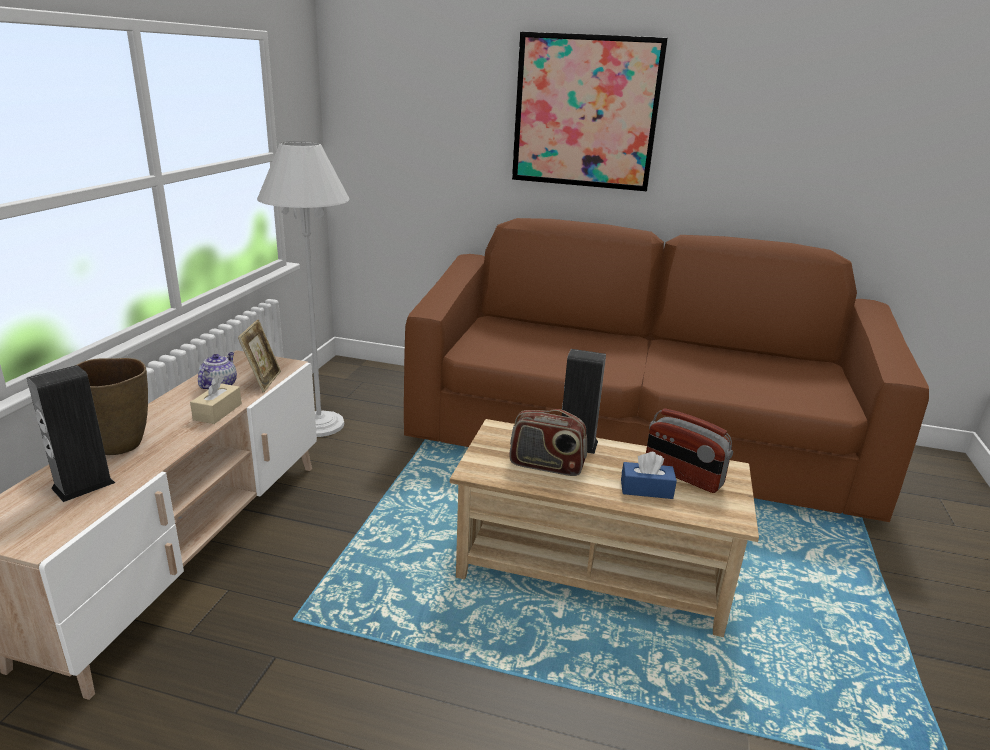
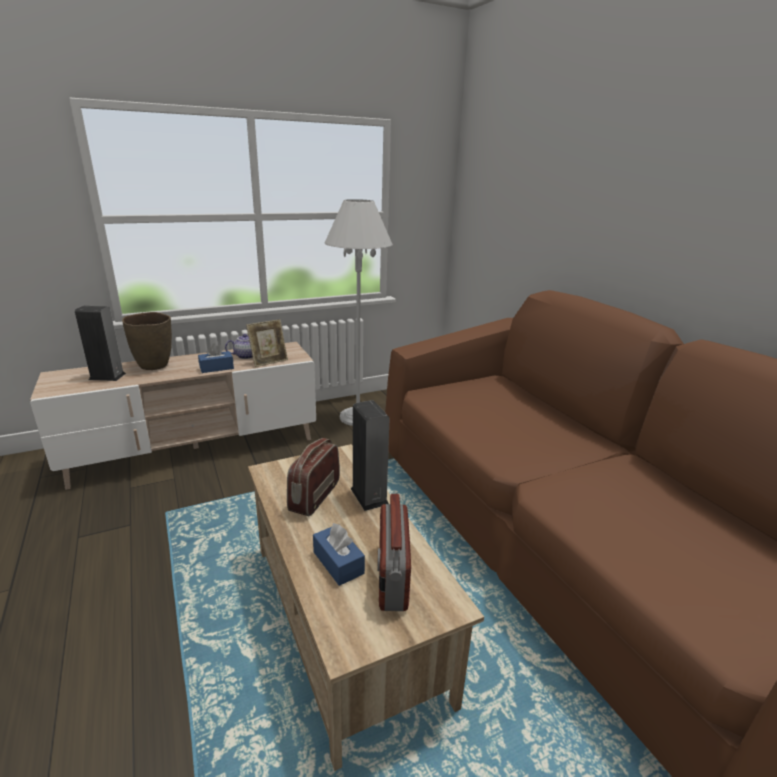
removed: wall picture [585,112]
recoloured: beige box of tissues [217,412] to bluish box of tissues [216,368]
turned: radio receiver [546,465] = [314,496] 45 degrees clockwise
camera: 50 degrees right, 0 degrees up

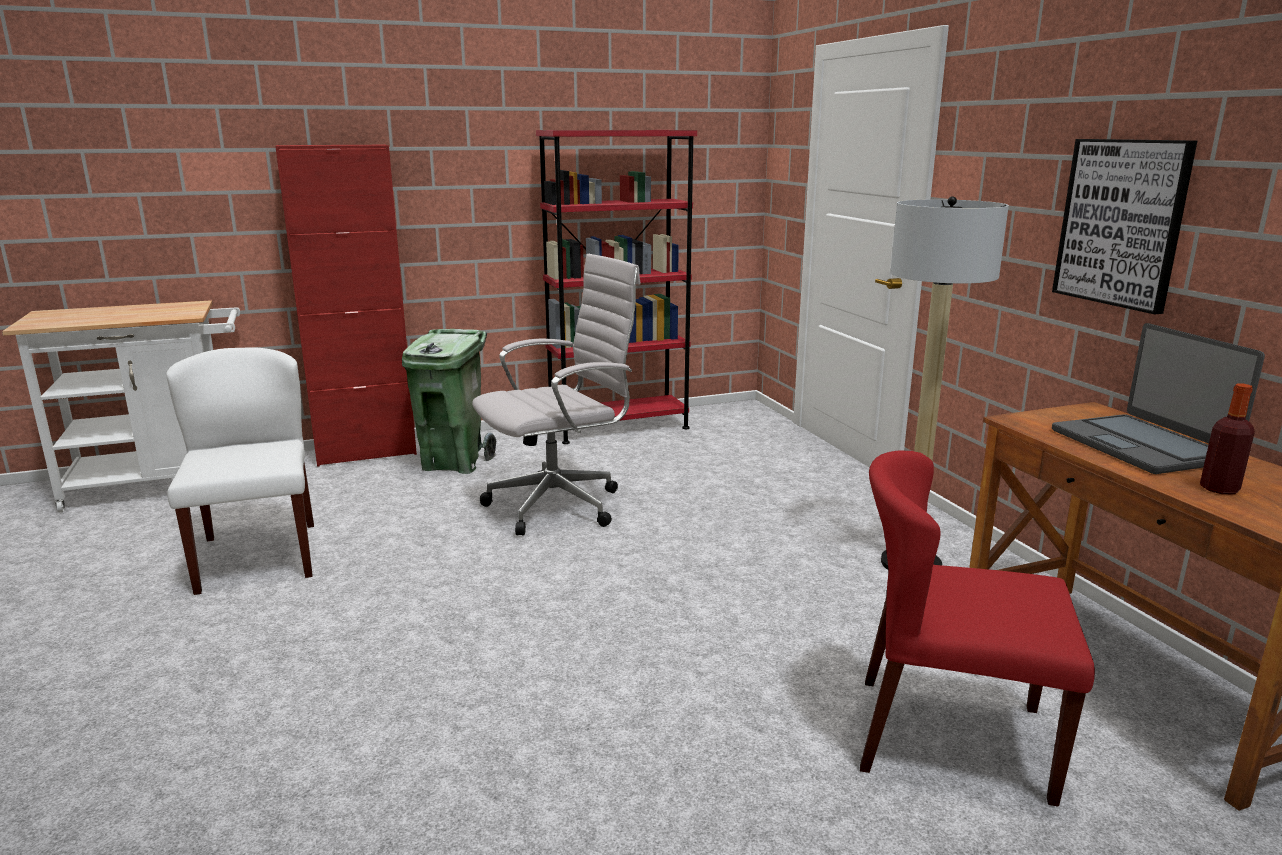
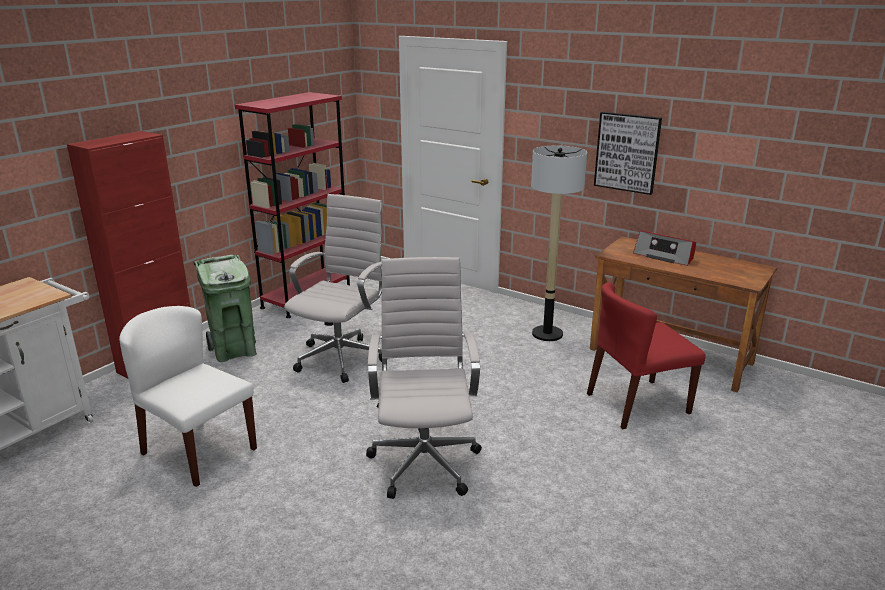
removed: beverage bottle [1219,489]
added: white-coloured computer chair [424,461]
replaced: laptop [1141,446] to radio receiver [664,256]
camera: 35 degrees left, 5 degrees up

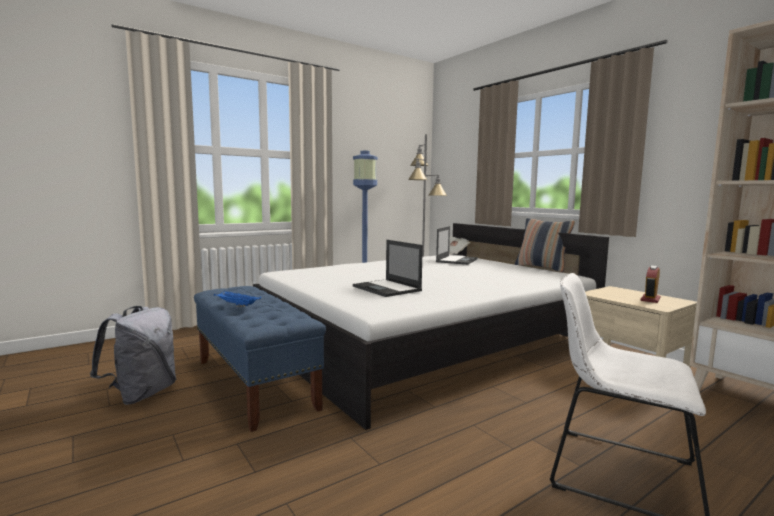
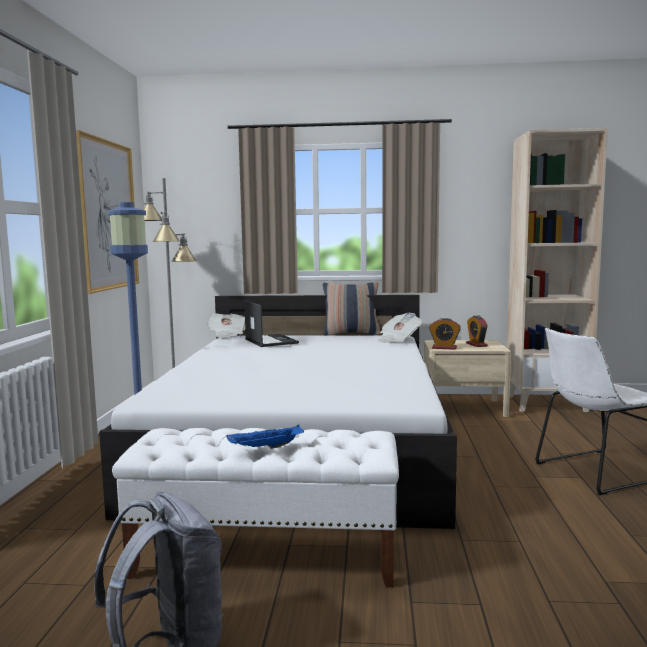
removed: laptop [387,288]
added: wall picture [108,215]; daily paper [398,340]; table clock [444,348]
recoloured: bluish indoor bench [254,383] to white-coloured indoor bench [266,556]
camera: 50 degrees left, 0 degrees up

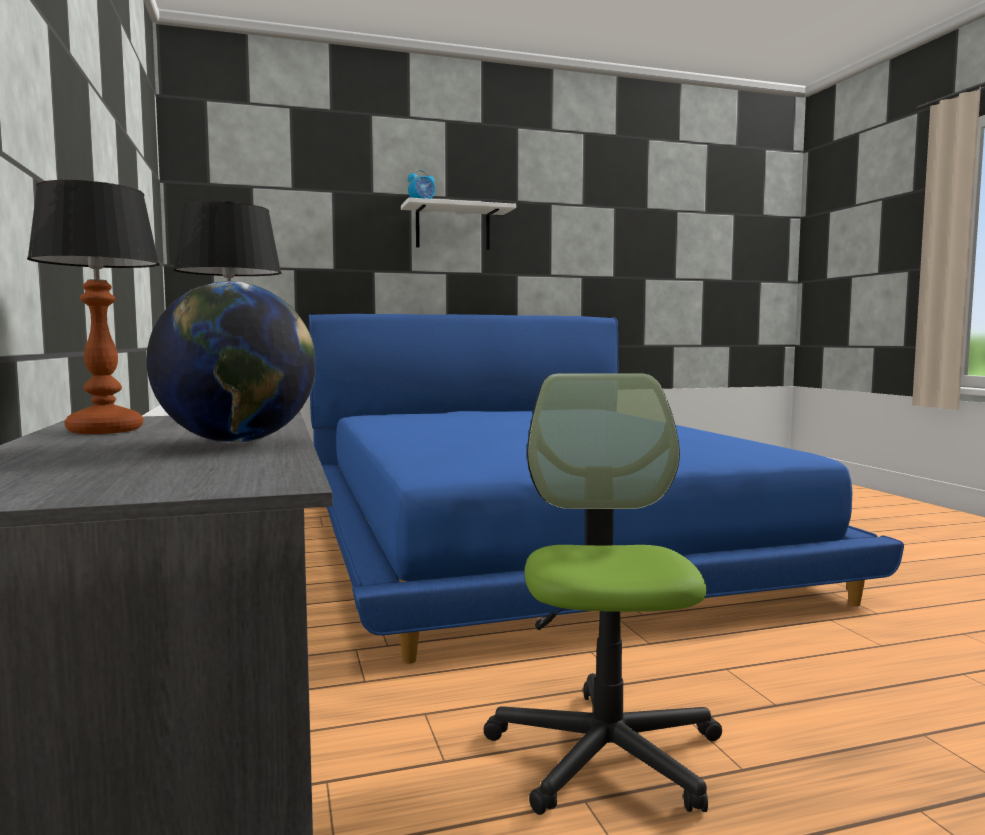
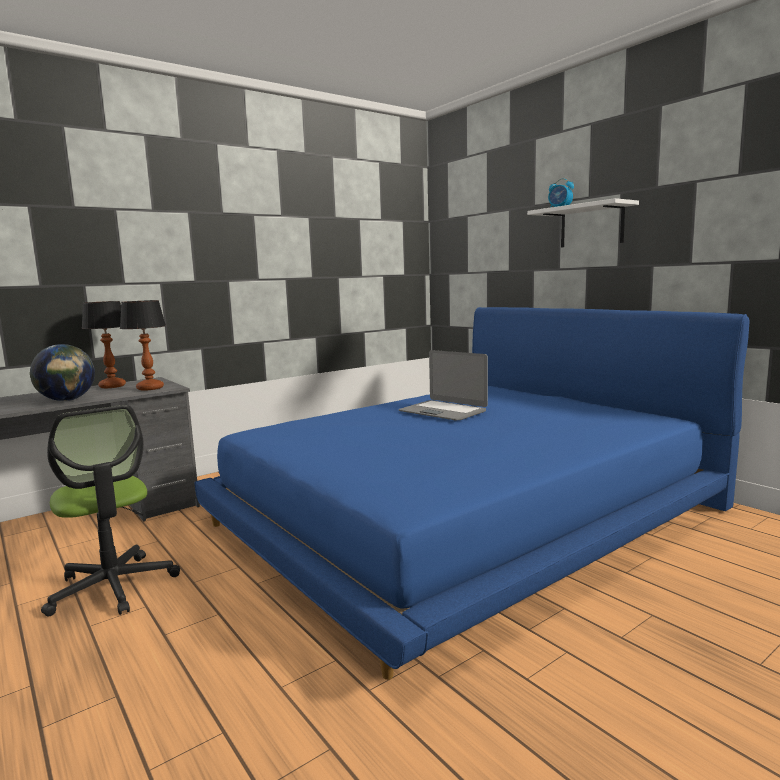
added: laptop [443,411]
turned: computer chair [605,753] = [113,587] 75 degrees clockwise
camera: 70 degrees right, 5 degrees up

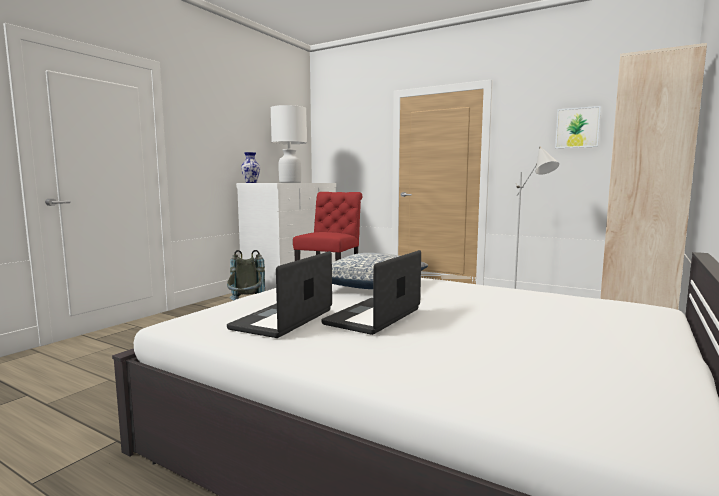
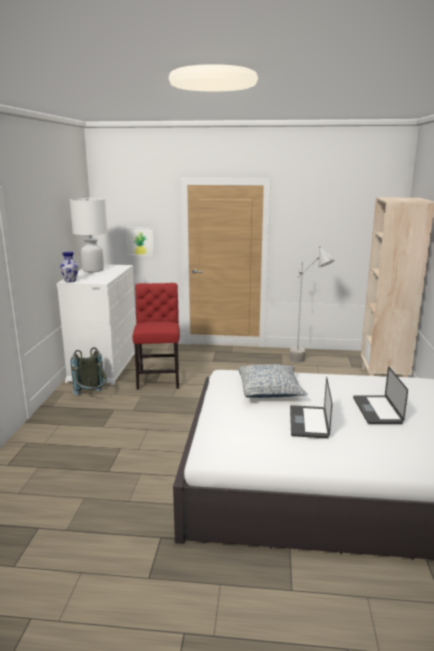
moved: laptop [283,320] to [377,410]; wall picture [577,127] to [140,241]
camera: 25 degrees left, 10 degrees up

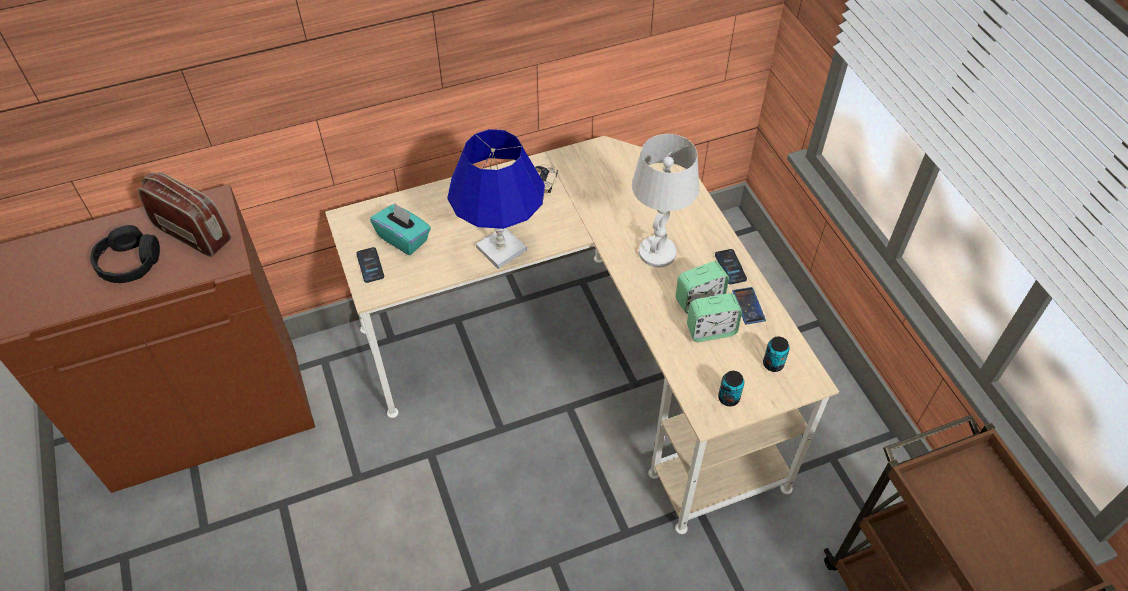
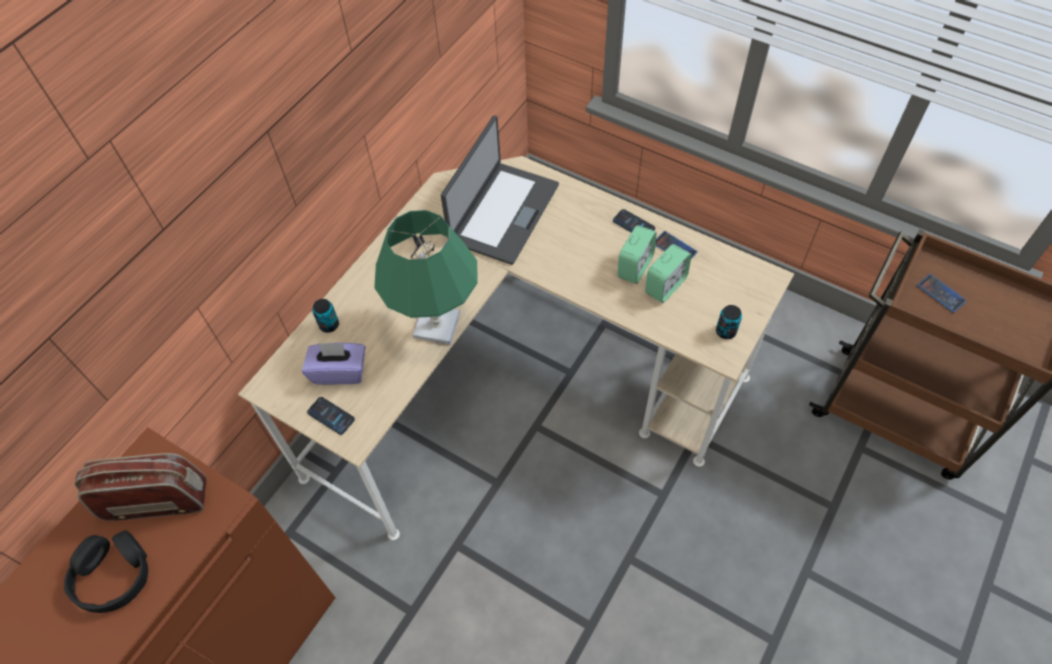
removed: white-coloured table lamp [657,252]
added: laptop [503,213]; handset [941,293]
moved: sealed can [773,364] to [329,325]
recoloured: turquoise-coloured box of tissues [403,238] to purplish box of tissues [339,371]; bluish table lamp [501,249] to green table lamp [437,326]
camera: 35 degrees left, 5 degrees up

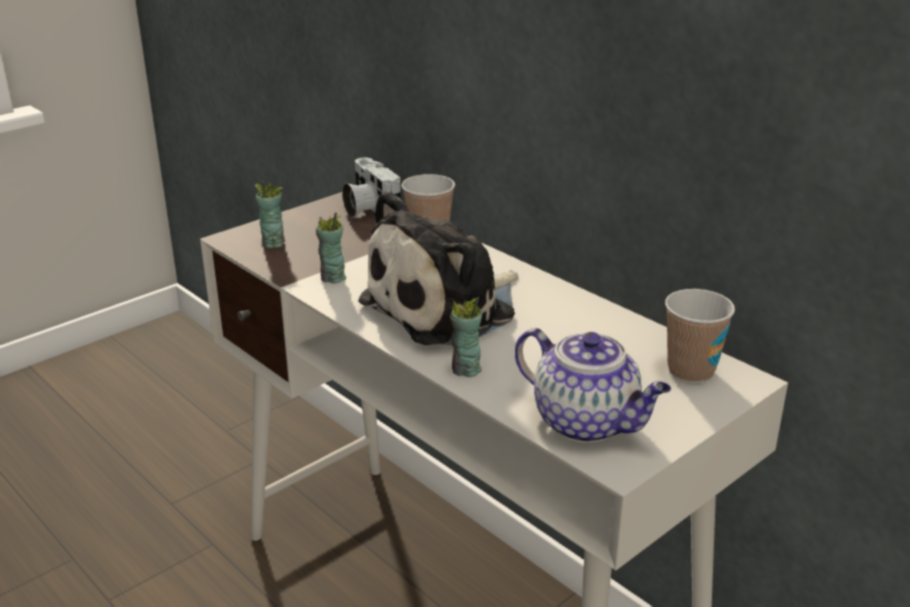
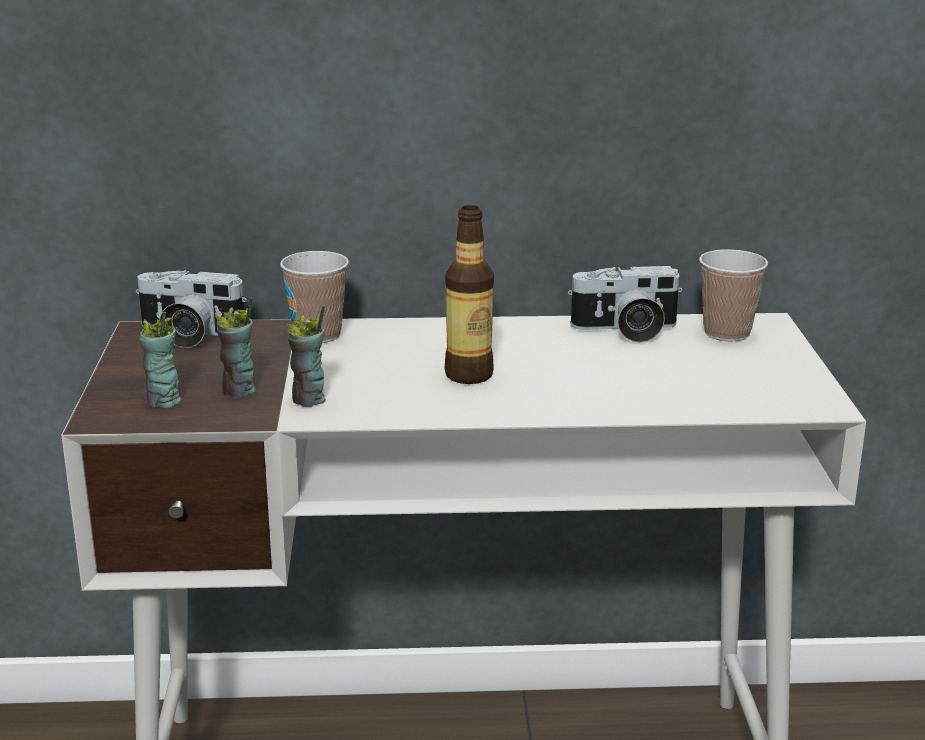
removed: teapot [587,423]
added: still camera [626,330]
moved: cup [465,370] to [239,391]
replaced: plush toy [446,308] to beverage bottle [469,375]
camera: 50 degrees left, 5 degrees down

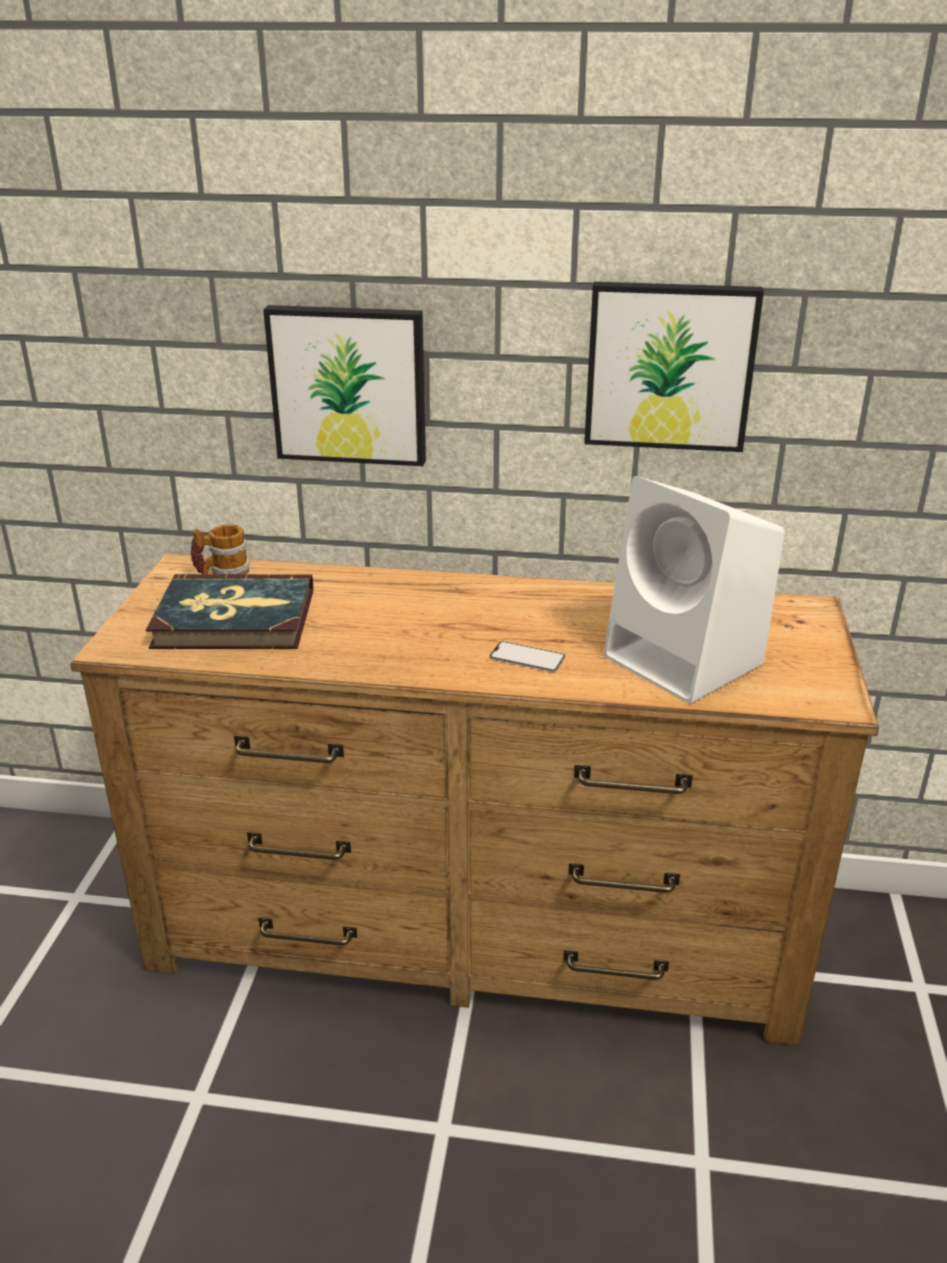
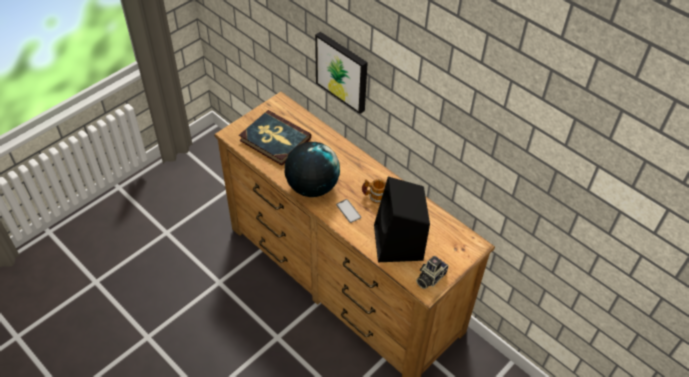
removed: wall picture [669,366]
added: globe [312,187]; still camera [429,277]
moved: mug [222,573] to [373,196]
recoloured: white-coloured speaker [687,661] to black-coloured speaker [399,244]
camera: 35 degrees right, 20 degrees up

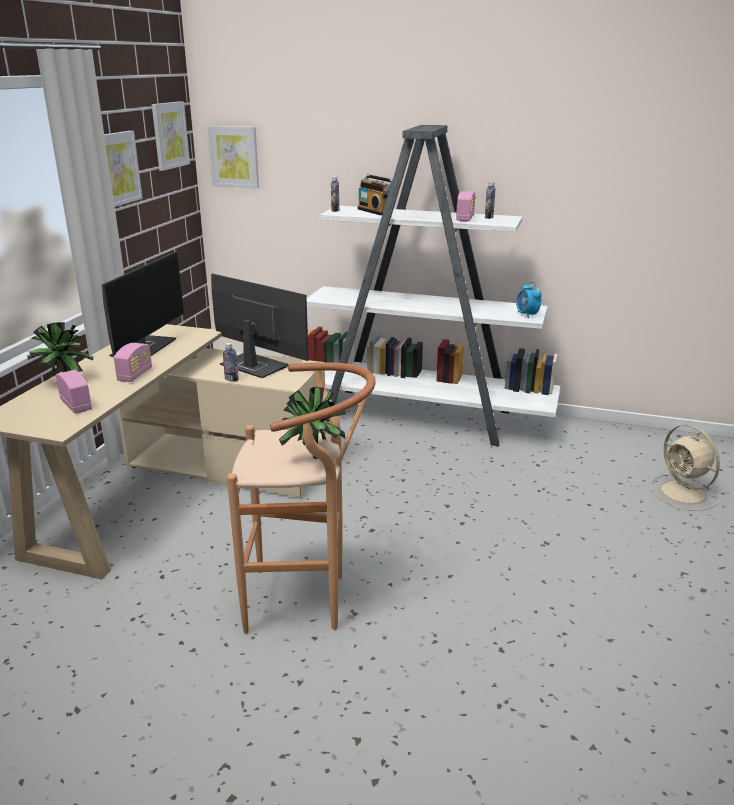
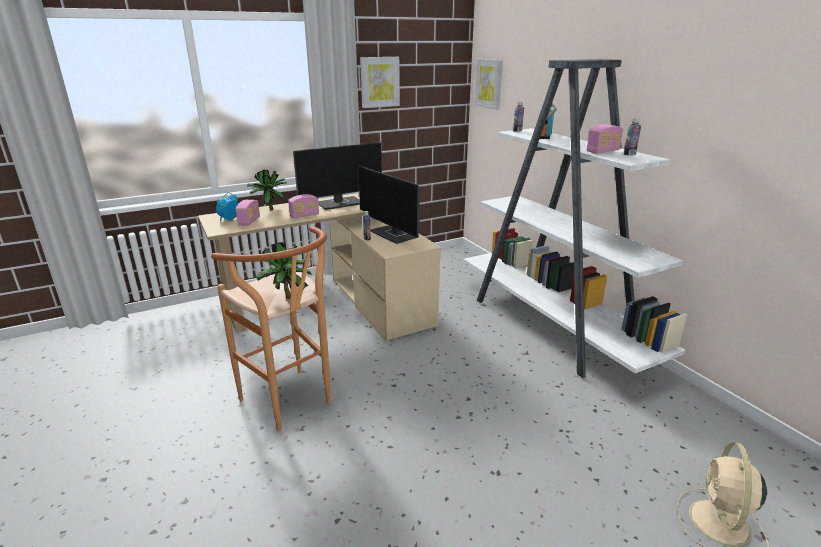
removed: wall picture [169,135]
moved: table clock [527,315] to [229,219]
turned: computer display [253,366] = [394,235] 150 degrees clockwise
camera: 45 degrees right, 0 degrees up

